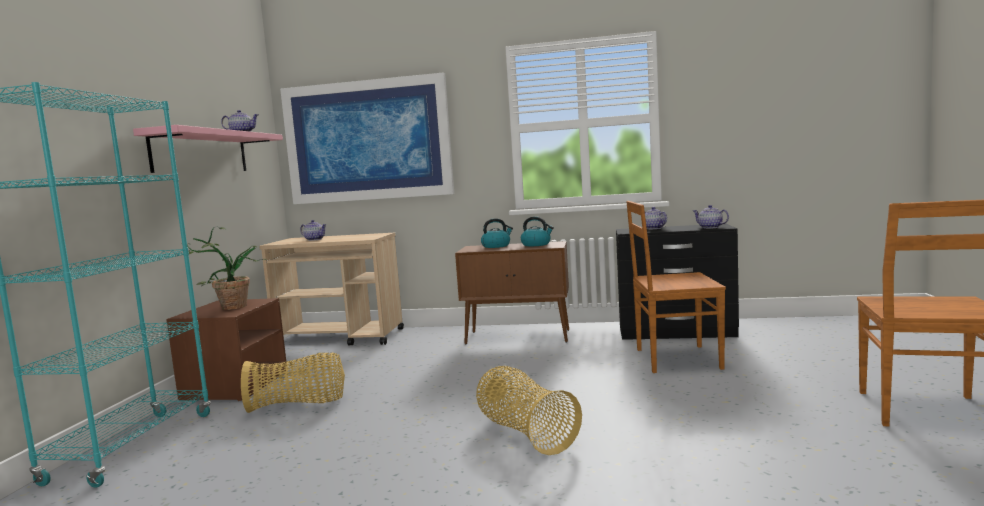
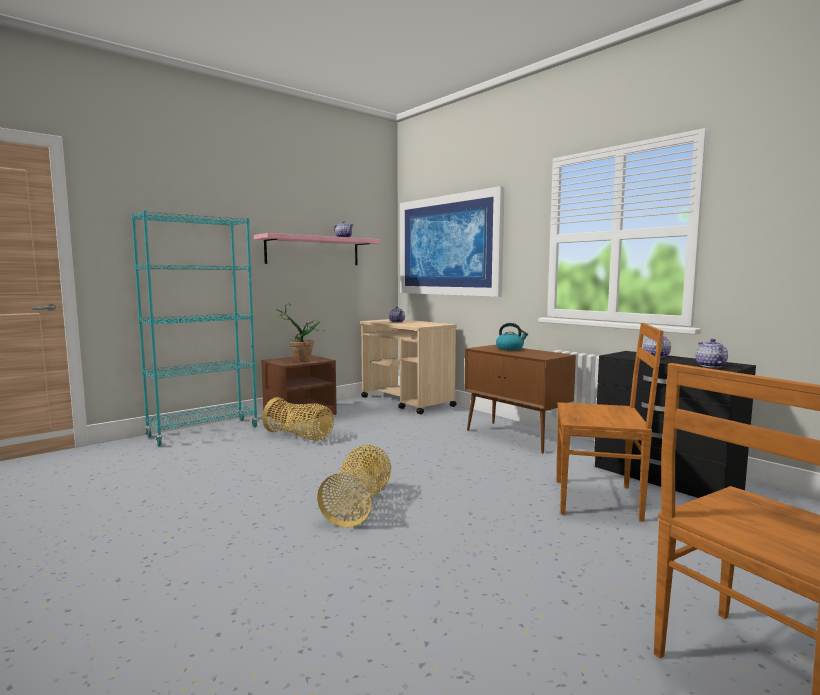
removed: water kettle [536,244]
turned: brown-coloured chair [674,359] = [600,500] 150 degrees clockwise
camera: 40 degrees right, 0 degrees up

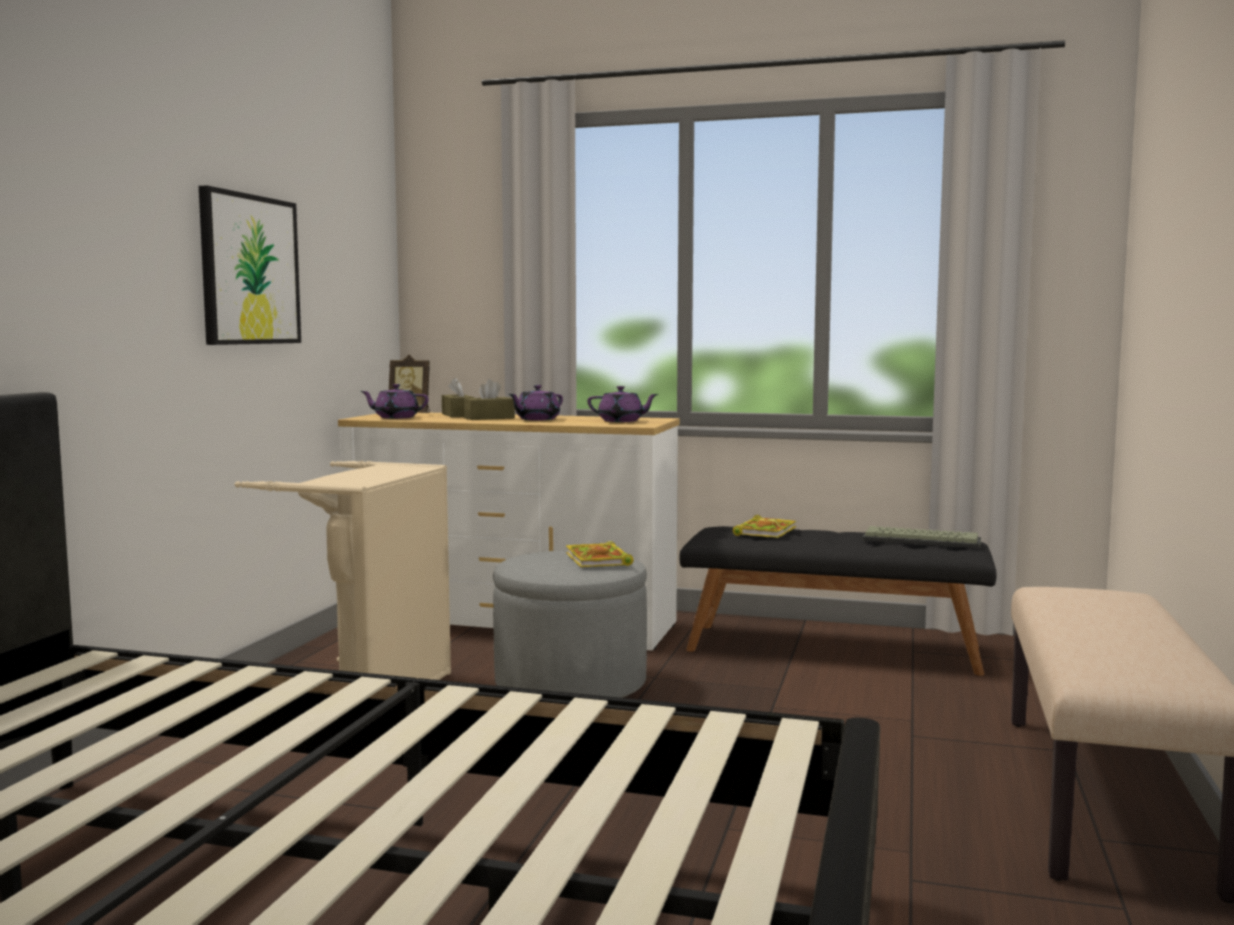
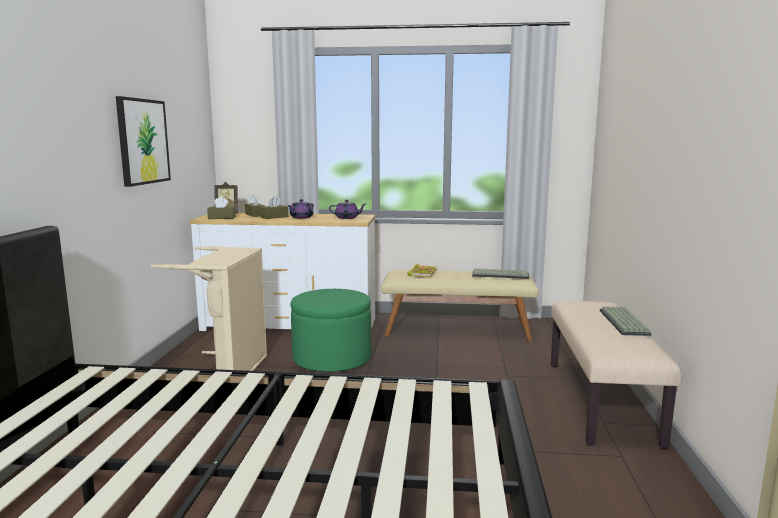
removed: book [599,560]
added: PC keyboard [625,322]
replaced: purplish teapot [395,417] to brown-coloured box of tissues [222,218]
recoloured: gray pouffe [570,684] to green pouffe [332,358]; black-coloured indoor bench [833,648] to beige indoor bench [457,329]
camera: 10 degrees left, 5 degrees up

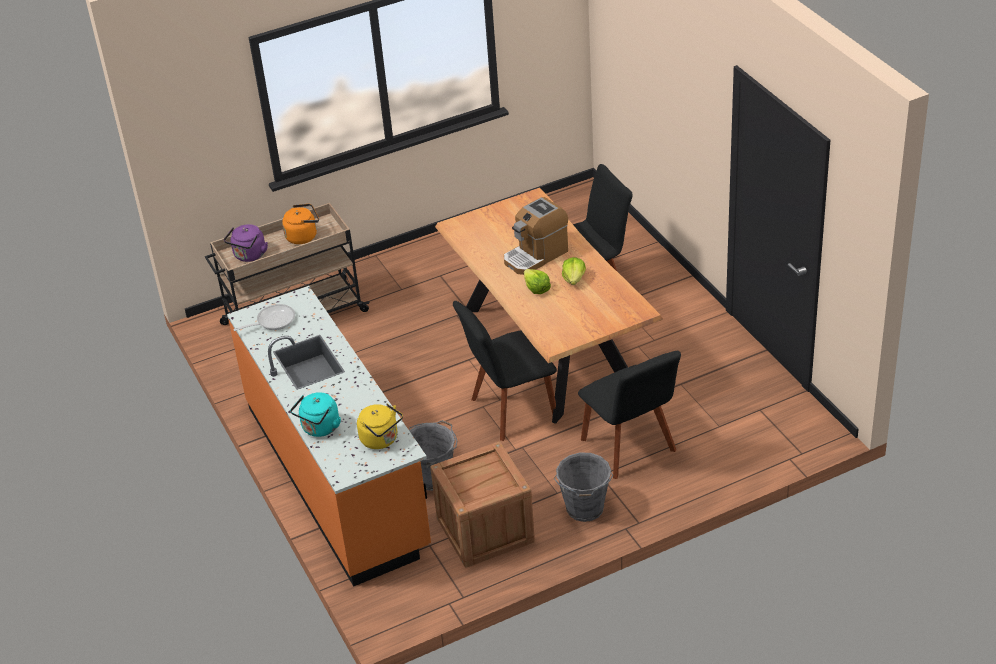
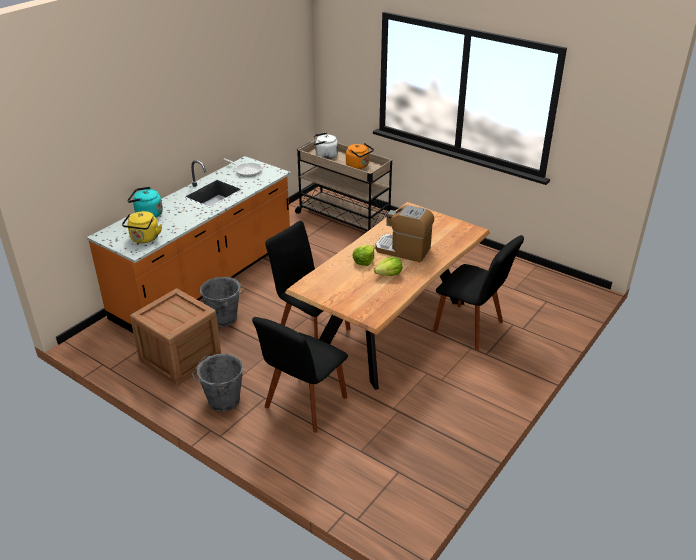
recoloured: purplish water kettle [249,256] to white-coloured water kettle [325,156]
camera: 60 degrees right, 5 degrees down

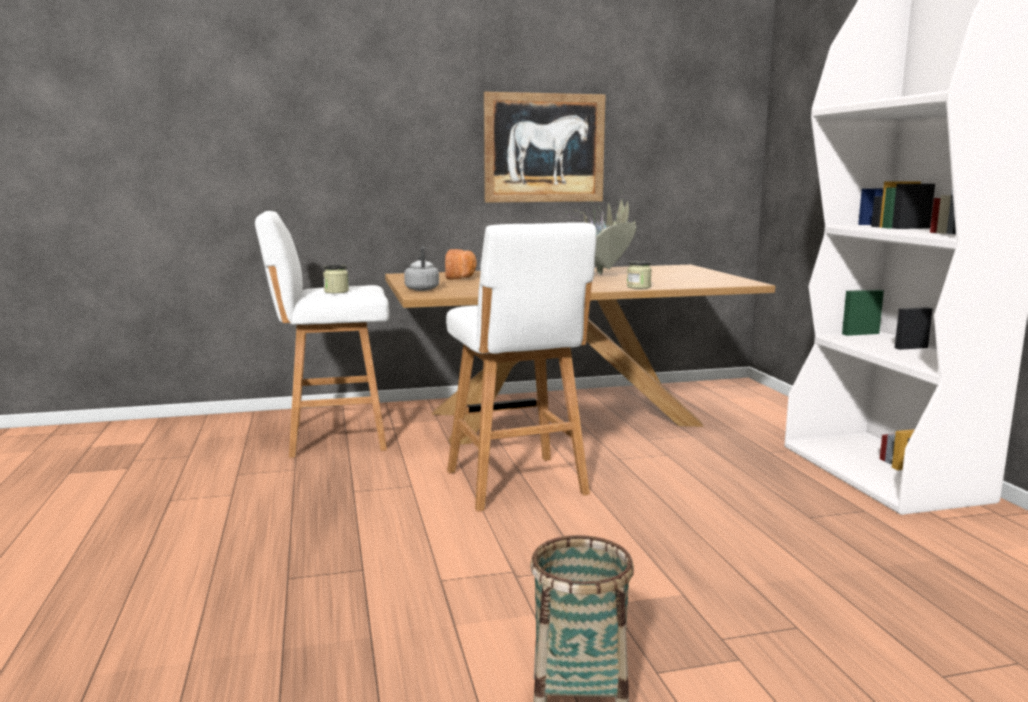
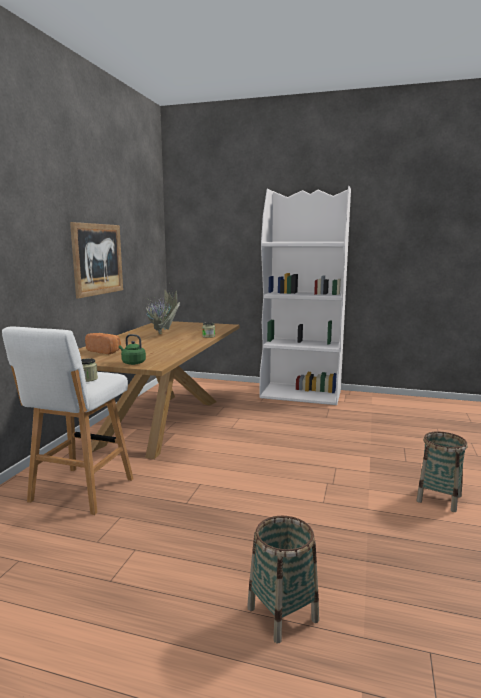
removed: white-coloured sitting stool [517,484]
added: household basket [282,614]
recoloured: gray water kettle [422,289] to green water kettle [132,363]
camera: 60 degrees left, 0 degrees up

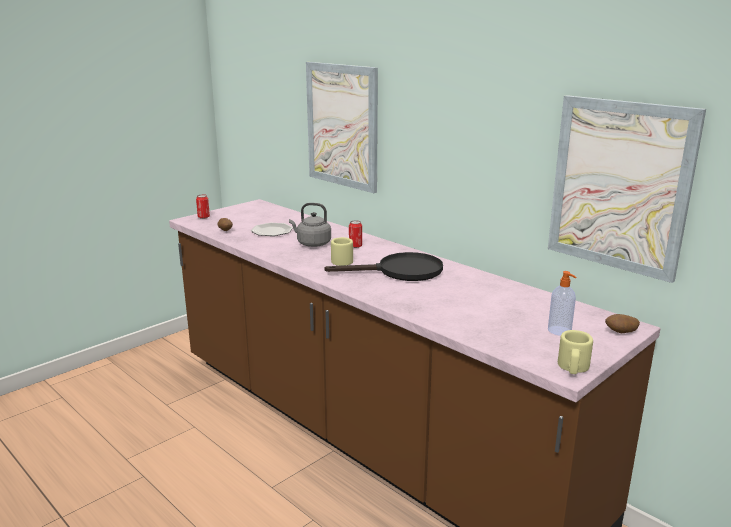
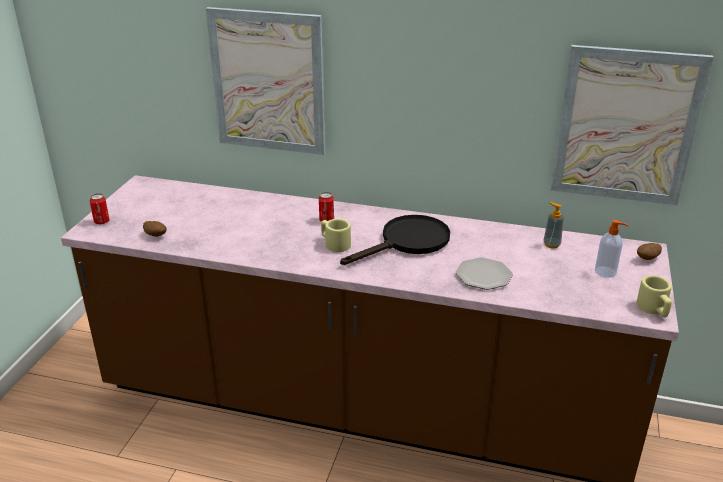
removed: gray water kettle [312,243]
added: liquid soap bottle [551,244]
moved: dinner plate [271,231] to [483,276]
camera: 30 degrees left, 10 degrees up

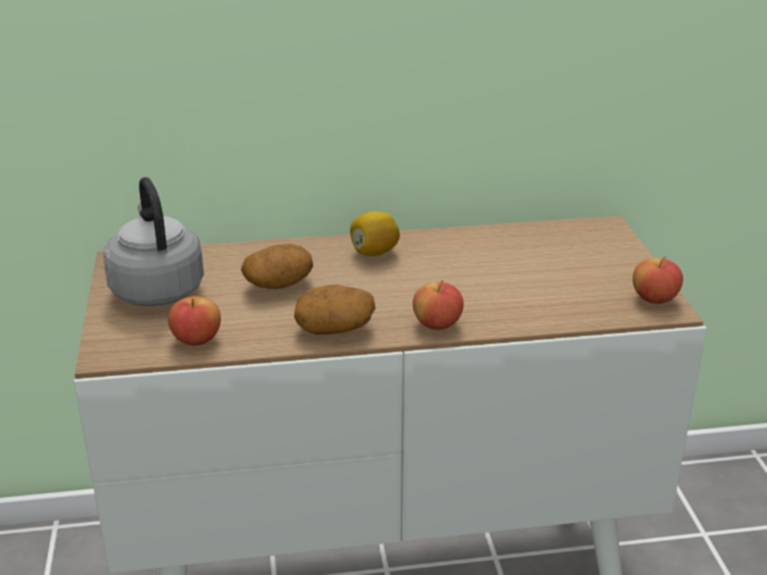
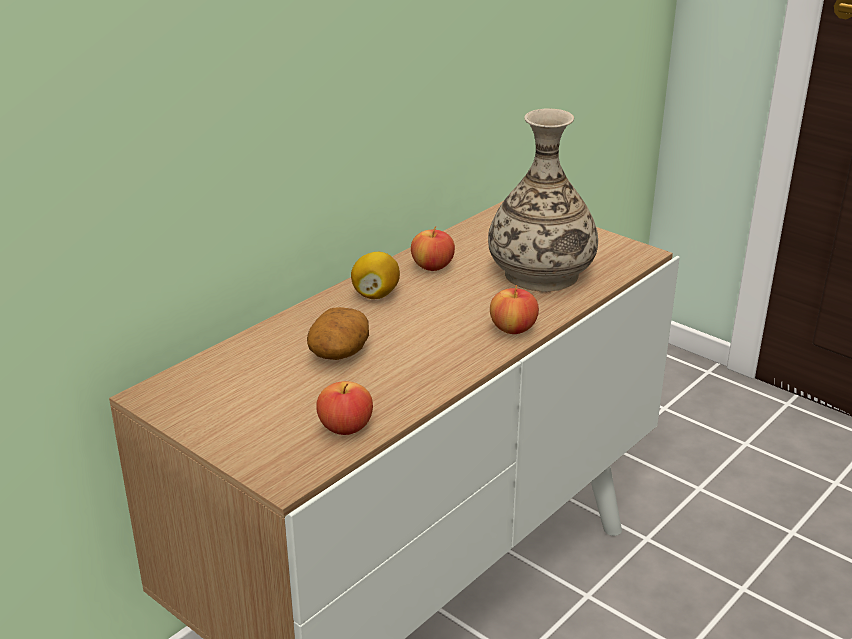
removed: gray water kettle [156,288]; potato [335,328]
added: vase [540,273]
moved: apple [654,298] to [432,266]
camera: 40 degrees left, 0 degrees up

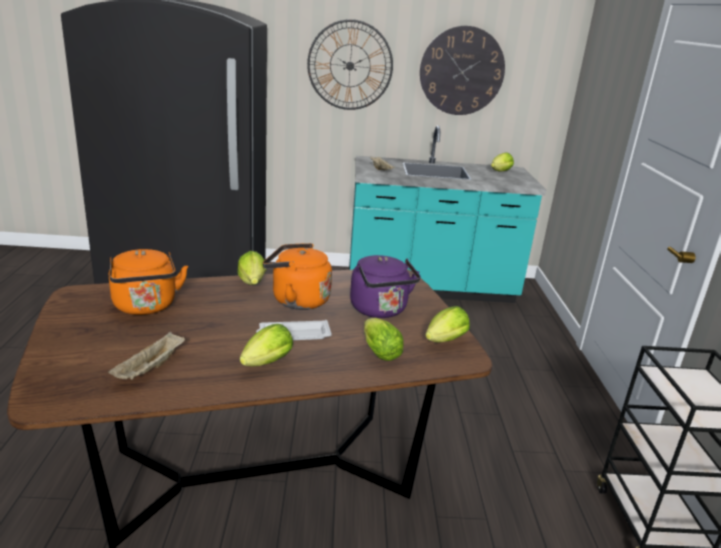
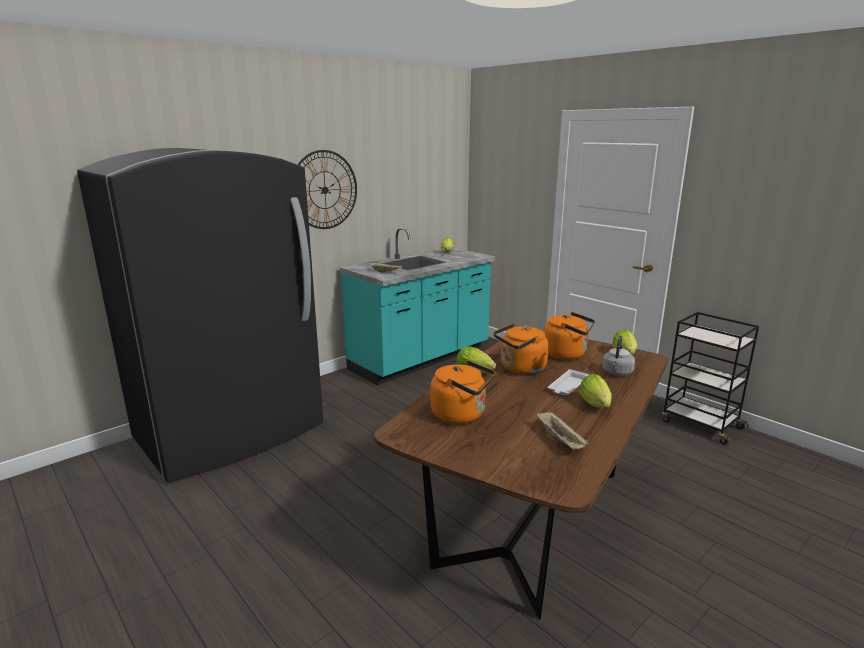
removed: hanging clock [462,71]
replaced: head of lettuce [378,351] to gray water kettle [617,373]
recoloured: purplish water kettle [380,310] to orangey water kettle [567,354]
camera: 40 degrees left, 5 degrees down

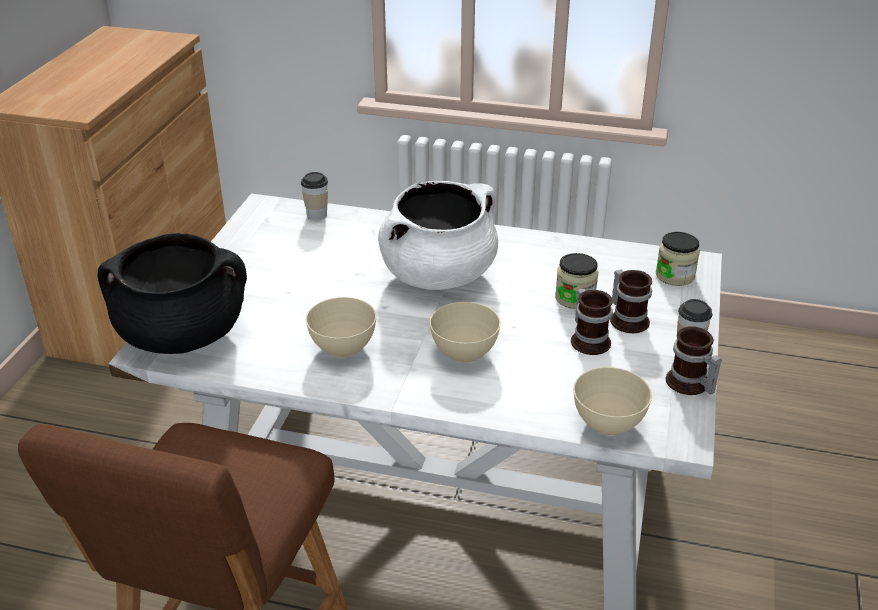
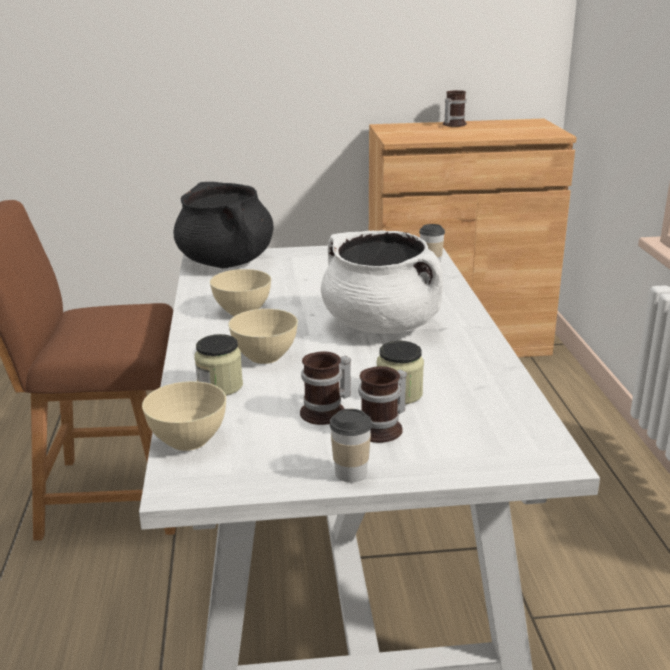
moved: jar [675,275] to [220,386]; mug [689,385] to [452,124]
camera: 70 degrees right, 10 degrees down

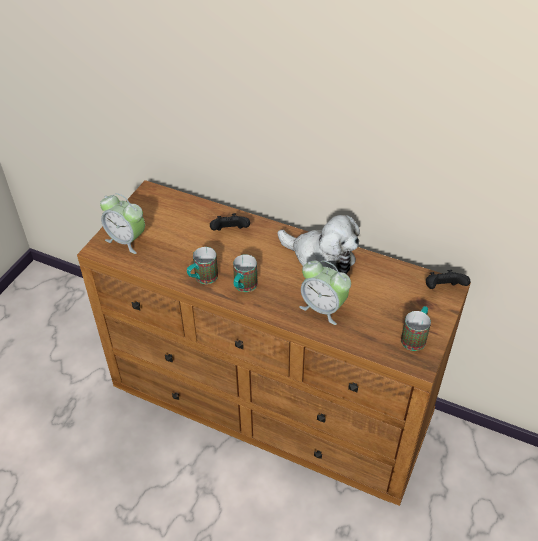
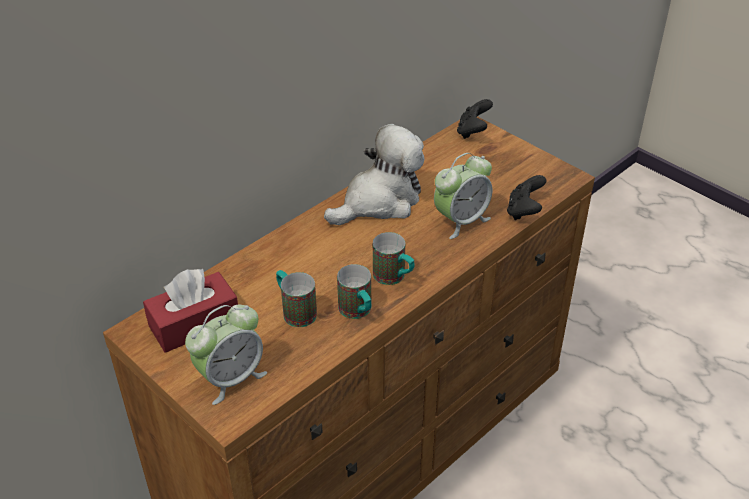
added: red-coloured box of tissues [194,324]
moved: black-coloured gamepad [230,232] to [524,211]; mug [415,337] to [295,311]
camera: 70 degrees left, 5 degrees down

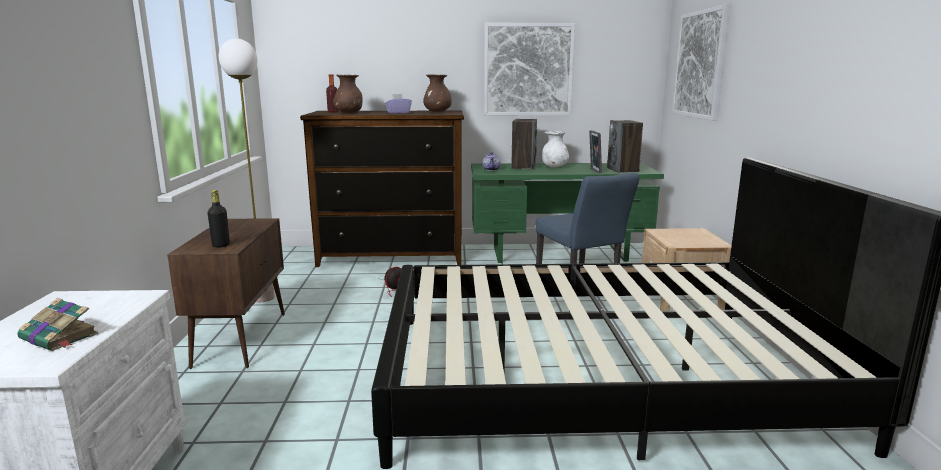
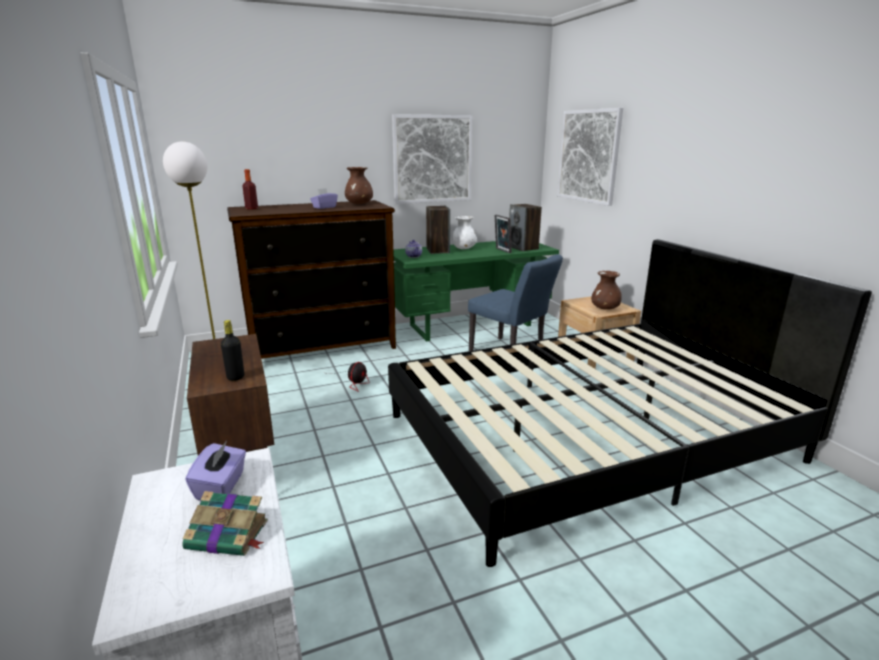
added: purplish box of tissues [221,486]
moved: brown-coloured vase [349,113] to [605,308]
camera: 20 degrees left, 5 degrees up

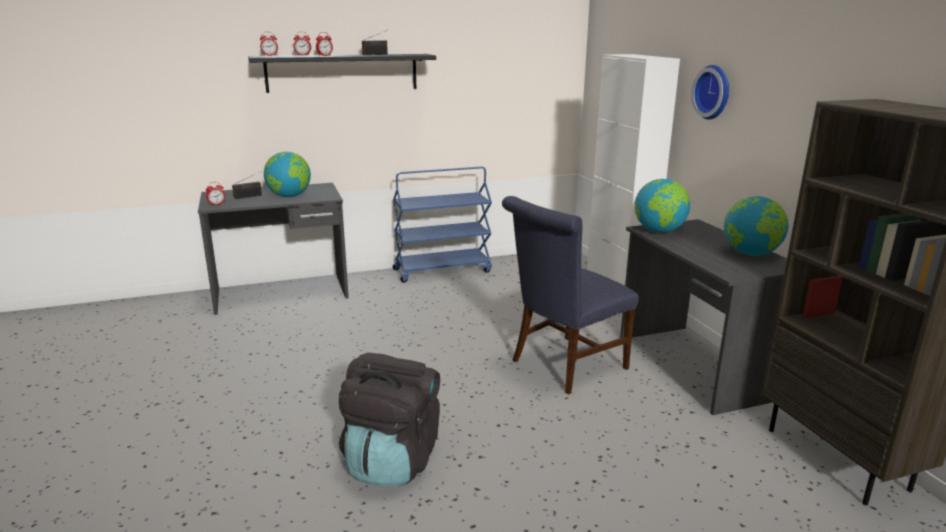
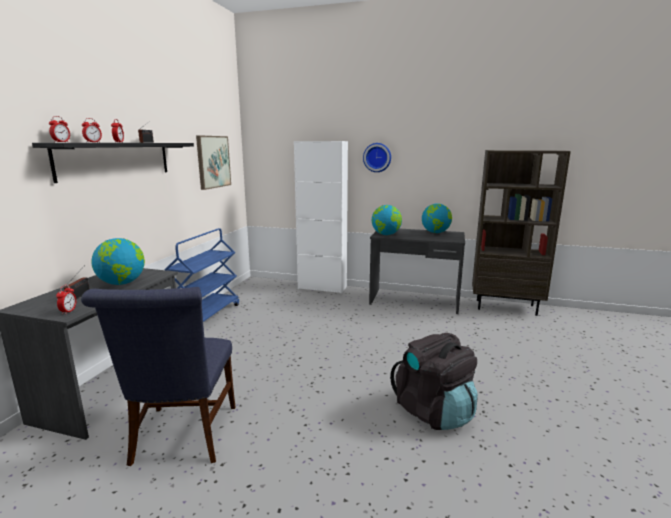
added: wall picture [213,162]
moved: bluish chair [563,366] to [183,438]
camera: 55 degrees left, 5 degrees down

